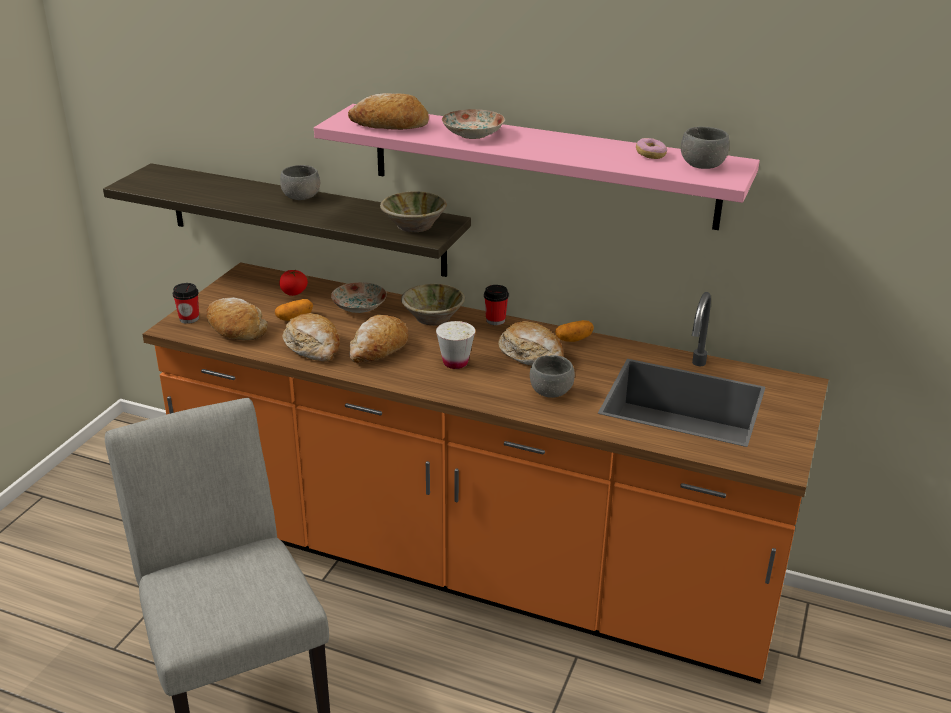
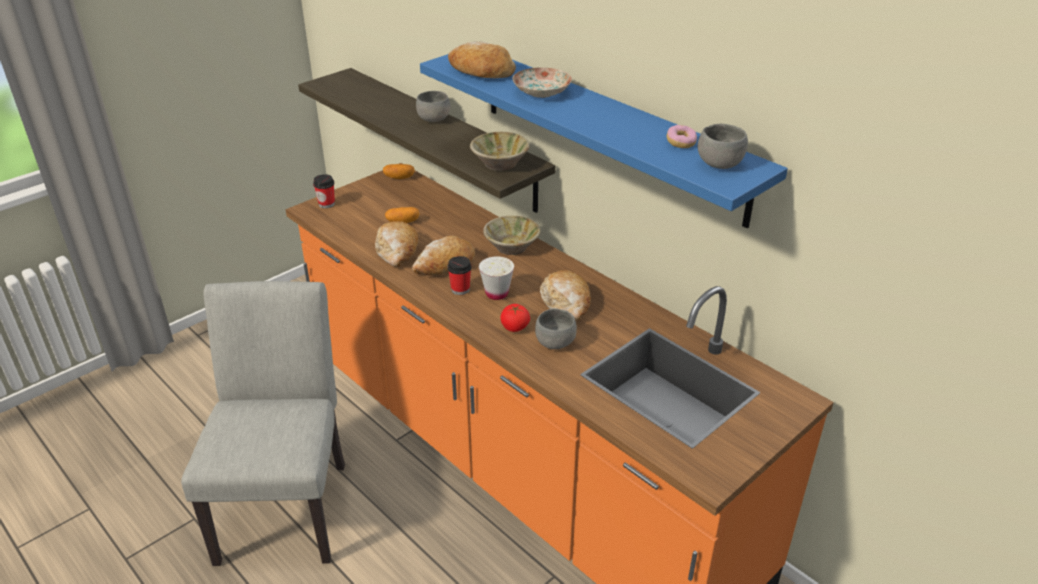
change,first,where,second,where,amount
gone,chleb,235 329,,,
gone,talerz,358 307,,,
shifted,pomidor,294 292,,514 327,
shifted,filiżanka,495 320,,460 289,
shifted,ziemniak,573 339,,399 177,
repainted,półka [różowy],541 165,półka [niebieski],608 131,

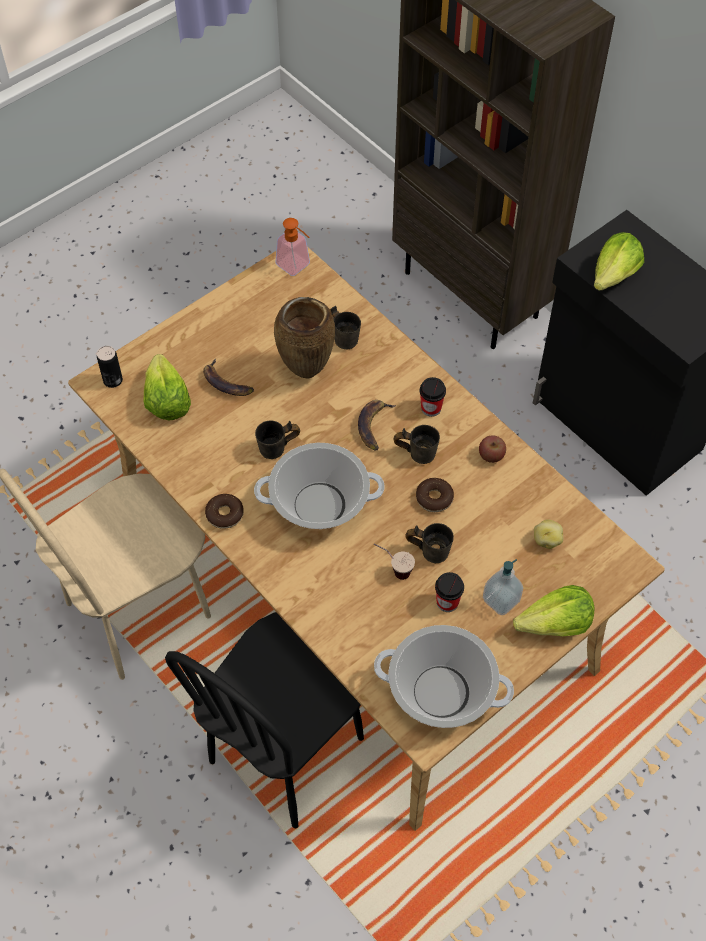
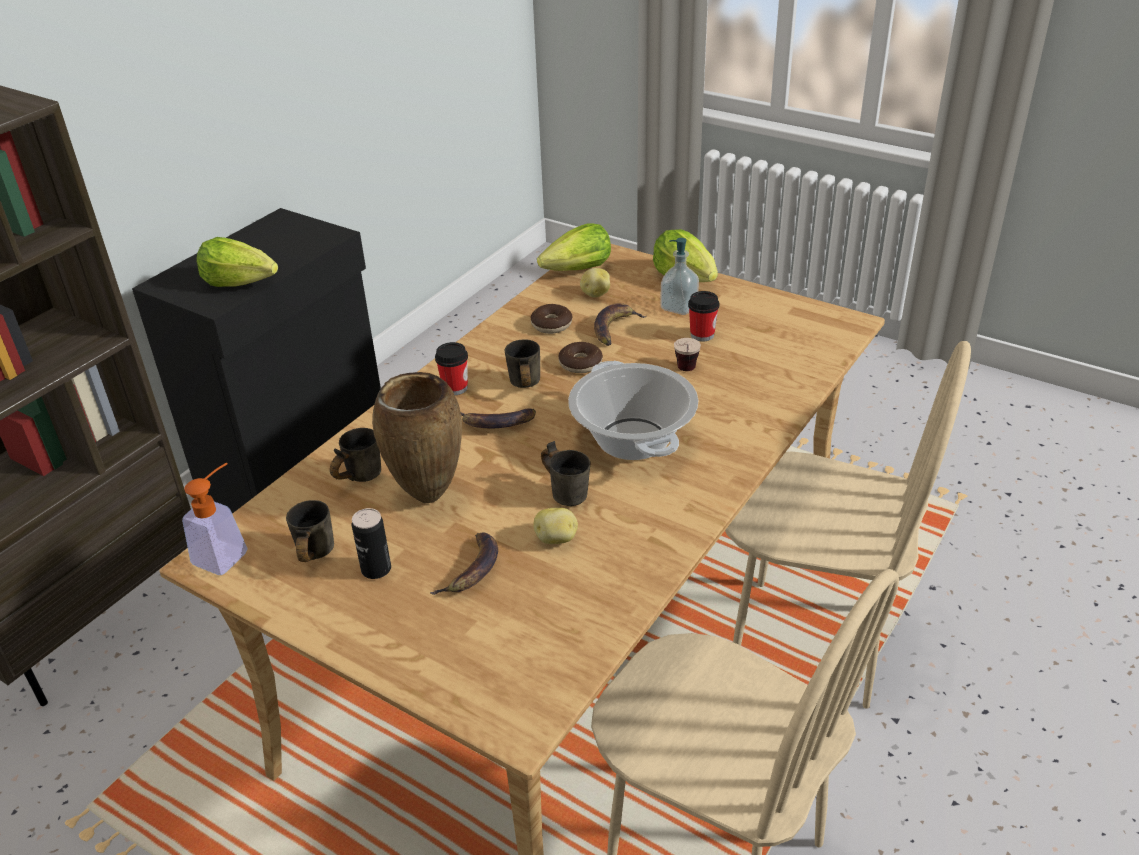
change,first,where,second,where,amount
gone,garnek,441 691,,,
gone,jabłko,491 455,,,
new,,,ziemniak,557 539,
new,,,banan,615 328,
shifted,puszka,113 380,,376 569,
shifted,sałata,166 400,,578 270,
shifted,donut,225 514,,551 325,
shifted,kubek [szary],430 548,,310 556,
repainted,krzesło [czarny],287 750,krzesło [beżowy],811 640,

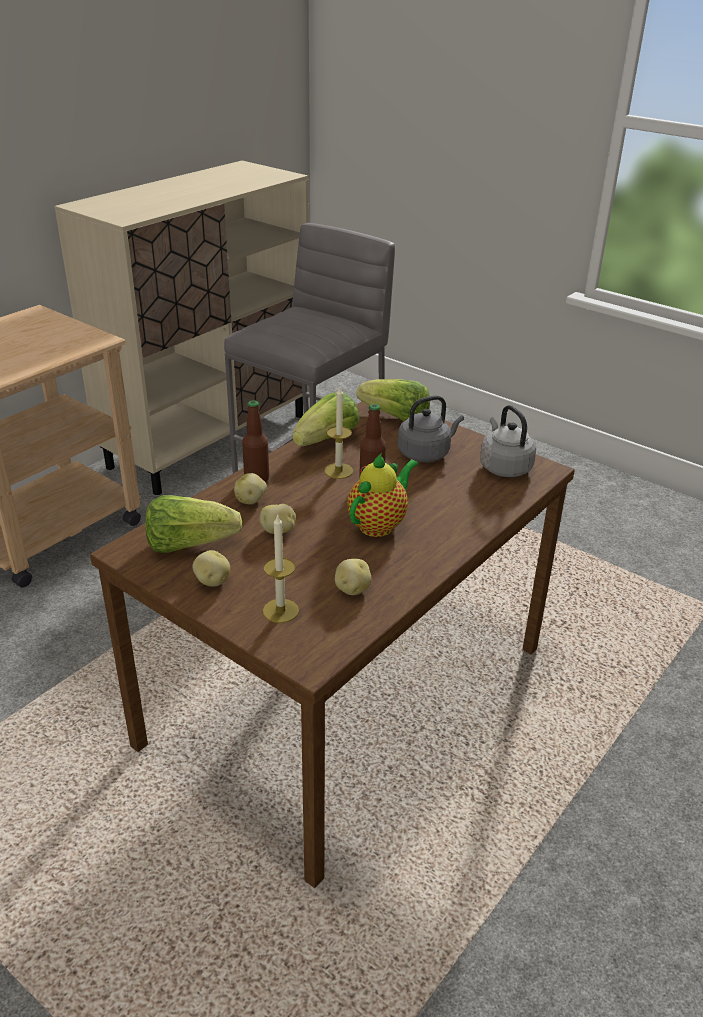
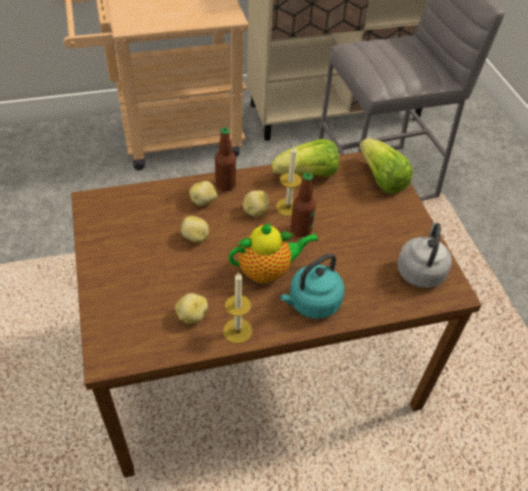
change,first,where,second,where,amount
gone,sałata,189 544,,,
gone,czajnik [szary],426 453,,,
new,,,czajnik [turkusowy],312 303,
shifted,ziemniak,212 581,,255 211,
shifted,świeca,280 611,,237 331,

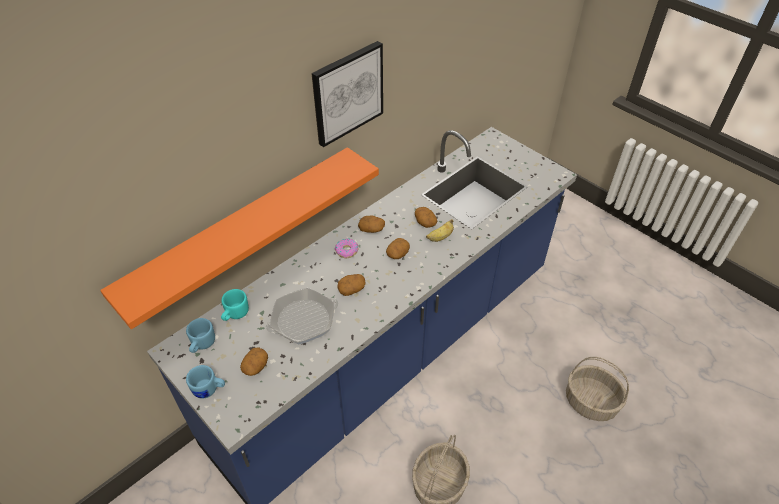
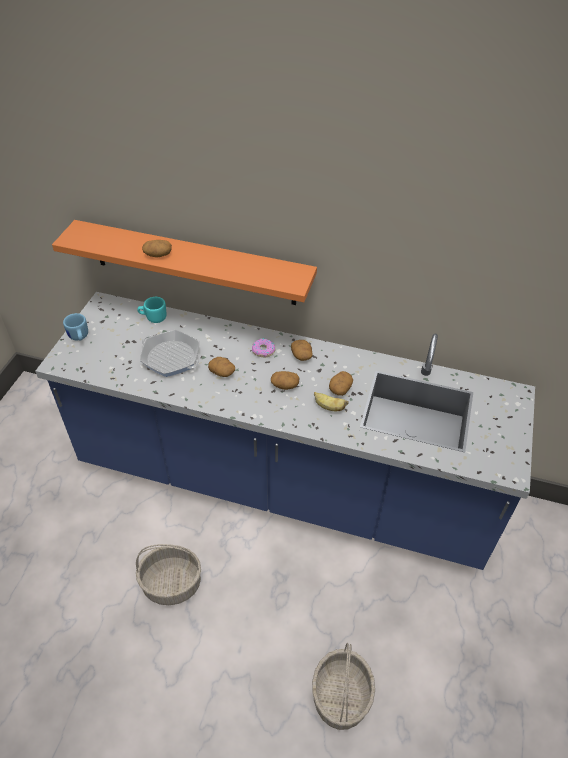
change,first,where,second,where,amount
gone,kubek [niebieski],201 344,,,
gone,obraz,347 93,,,
shifted,ziemniak,255 366,,158 255,

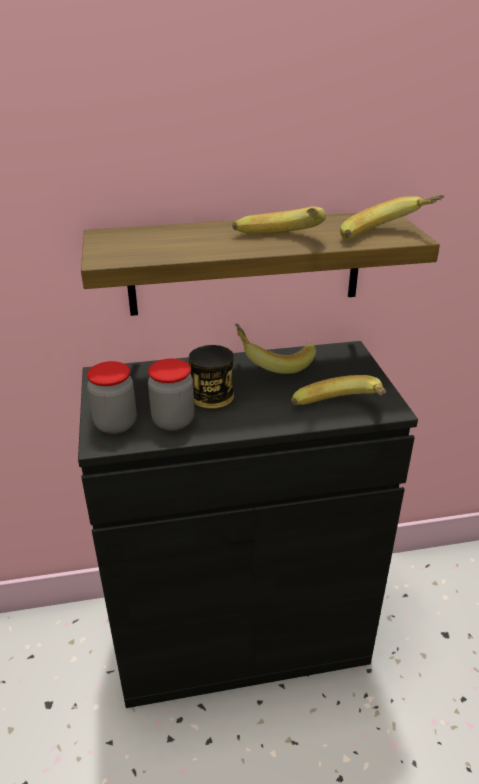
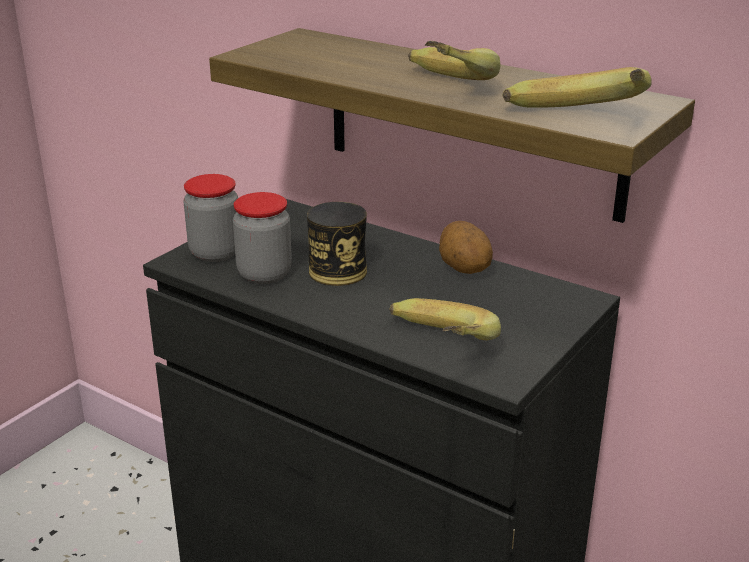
change,first,where,second,where,amount
swapped,banan,273 362,ziemniak,463 270,

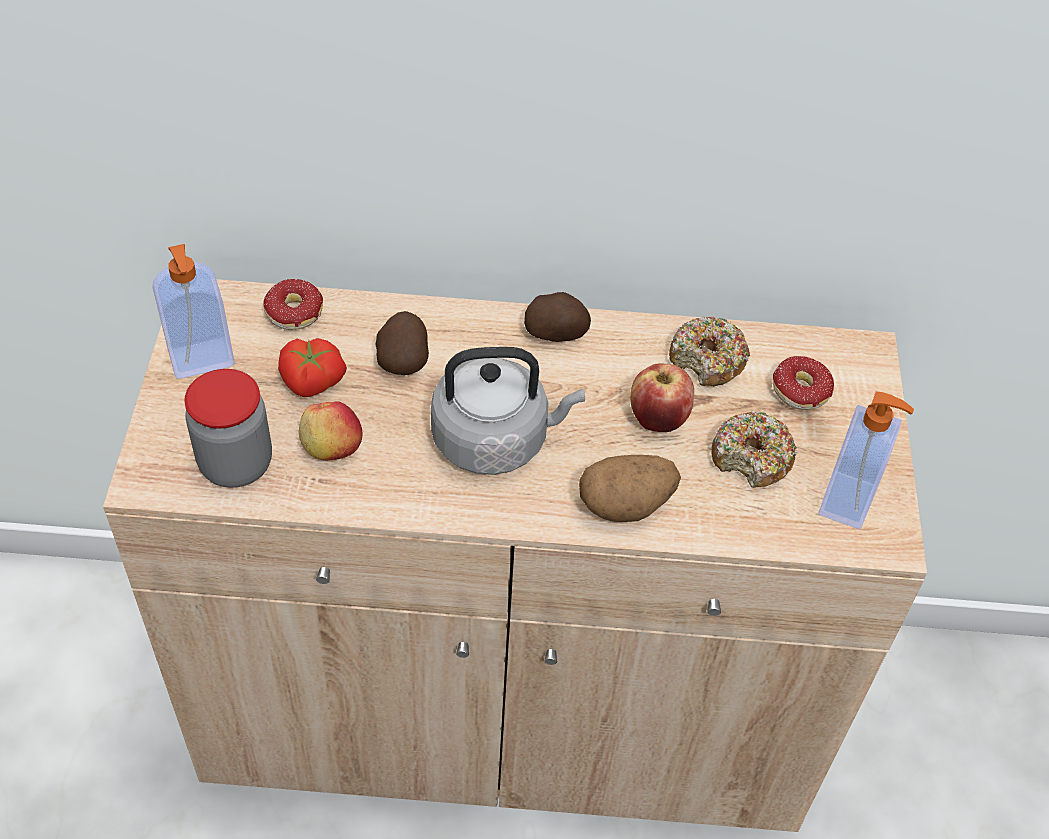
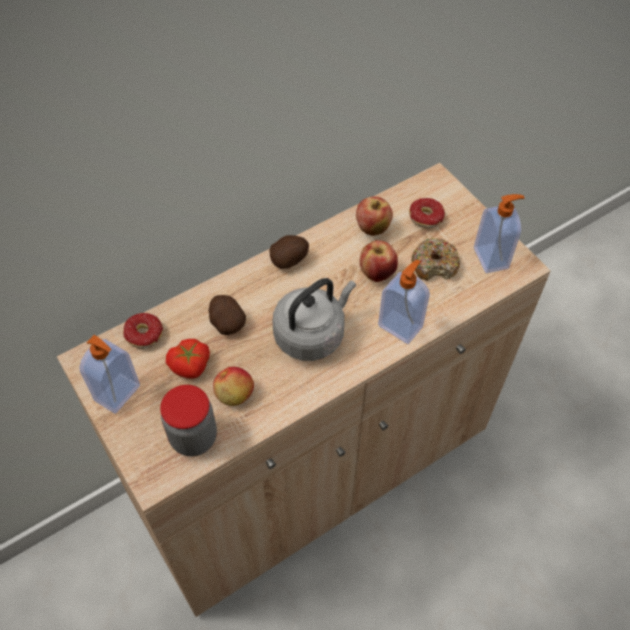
change,first,where,second,where,amount
swapped,ziemniak,626 504,dozownik mydła,401 325,
swapped,donut,707 360,jabłko,372 228,

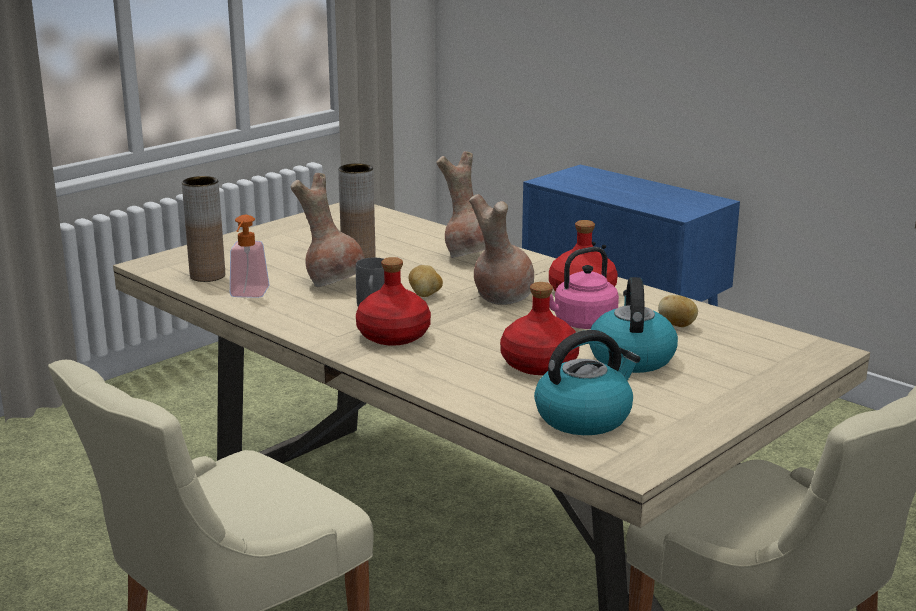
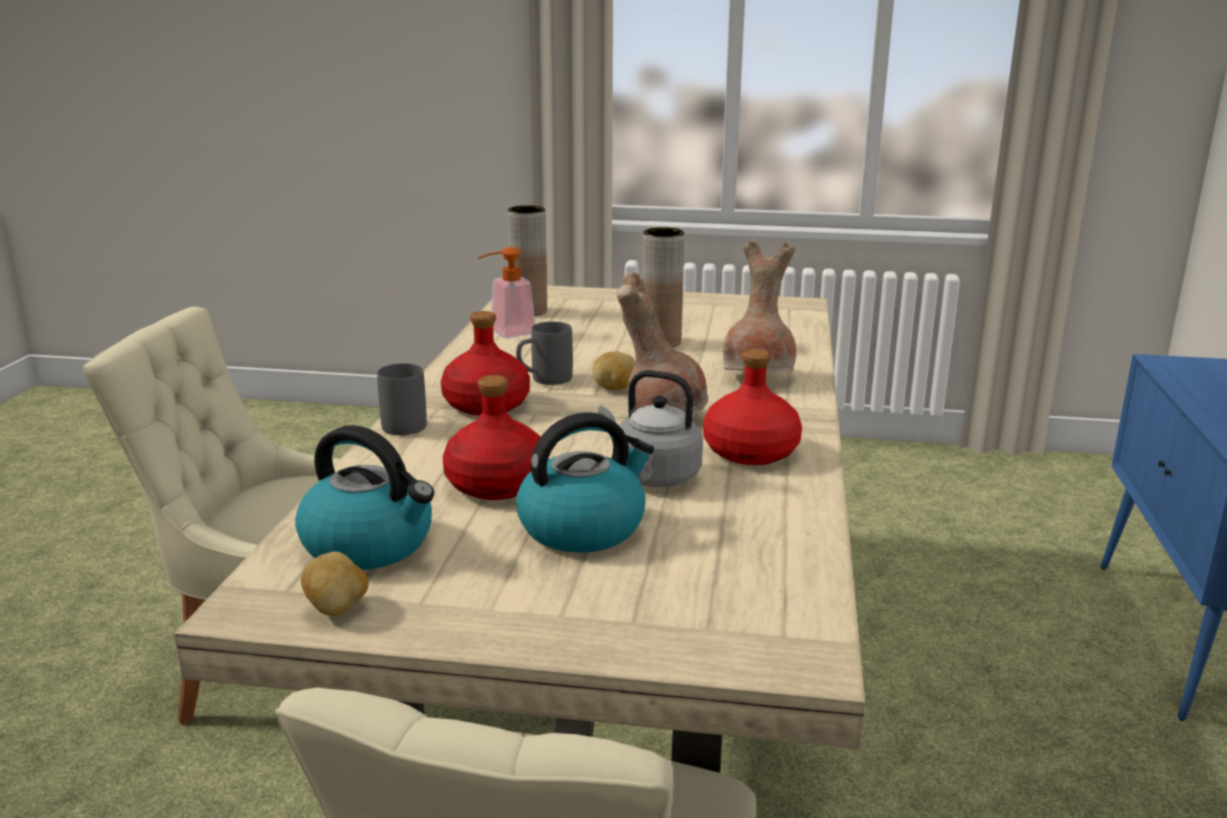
change,first,where,second,where,amount
gone,wazon [brązowy],334 283,,,
new,,,kubek [szary],401 423,
shifted,ziemniak,677 325,,337 608,
repainted,czajnik [różowy],581 323,czajnik [szary],651 475,

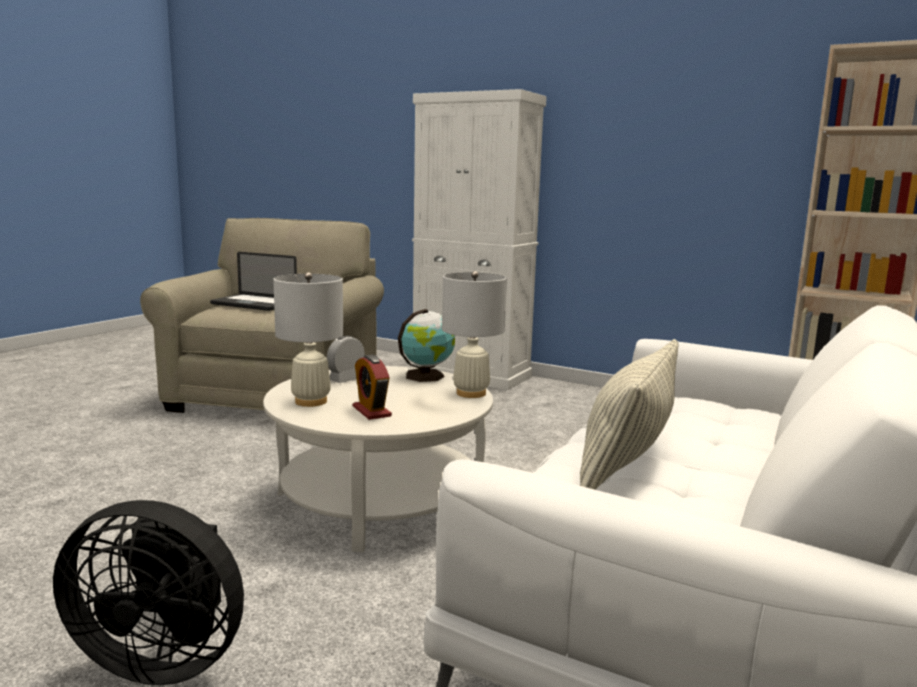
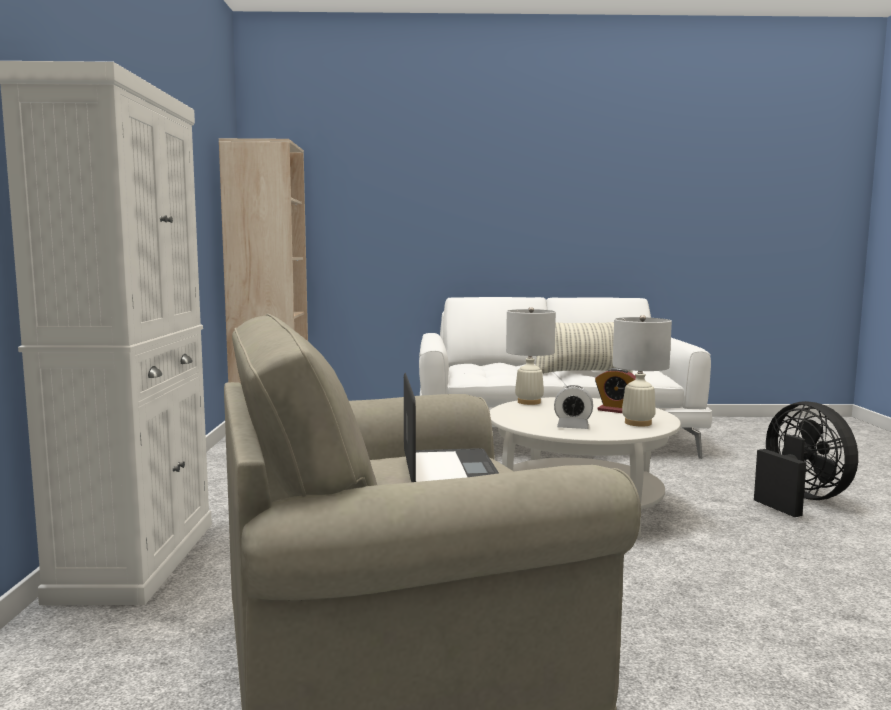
change,first,where,second,where,amount
gone,globus,426 376,,,
rotated,budzik,371 411,,616 410,90 degrees clockwise

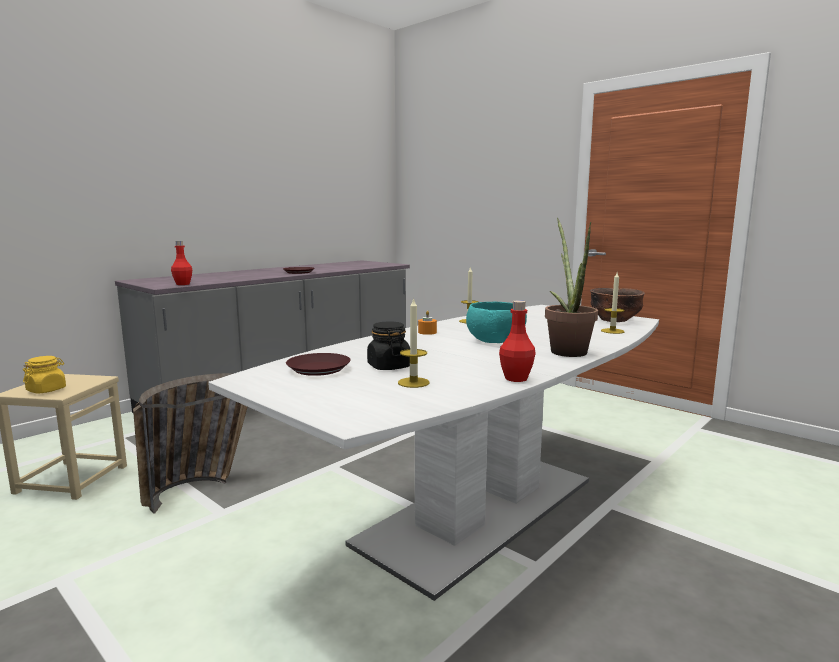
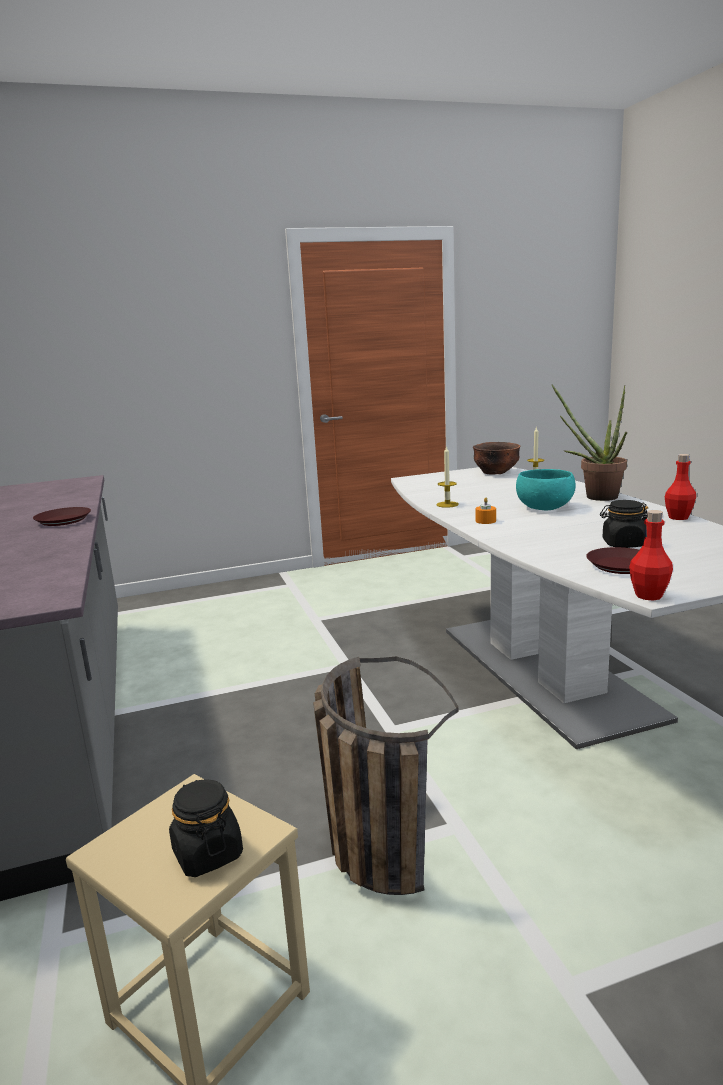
change,first,where,second,where,amount
gone,świeca,413 382,,,
shifted,butelka [czerwony],183 284,,648 596,
repainted,słoik [żółty],46 390,słoik [czarny],207 853,

